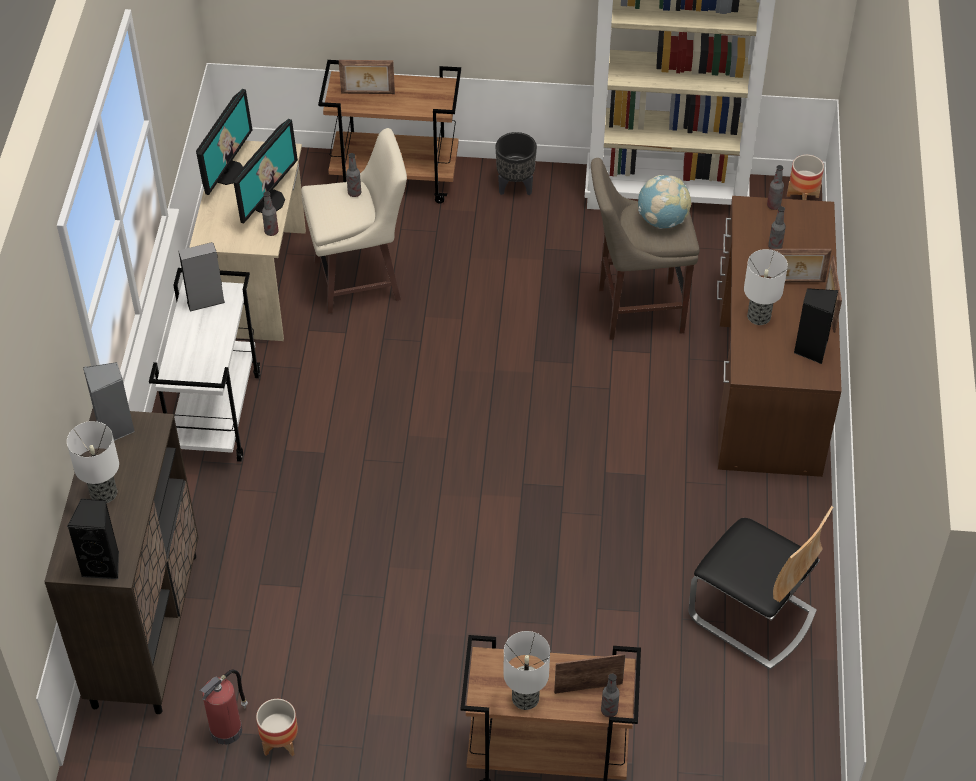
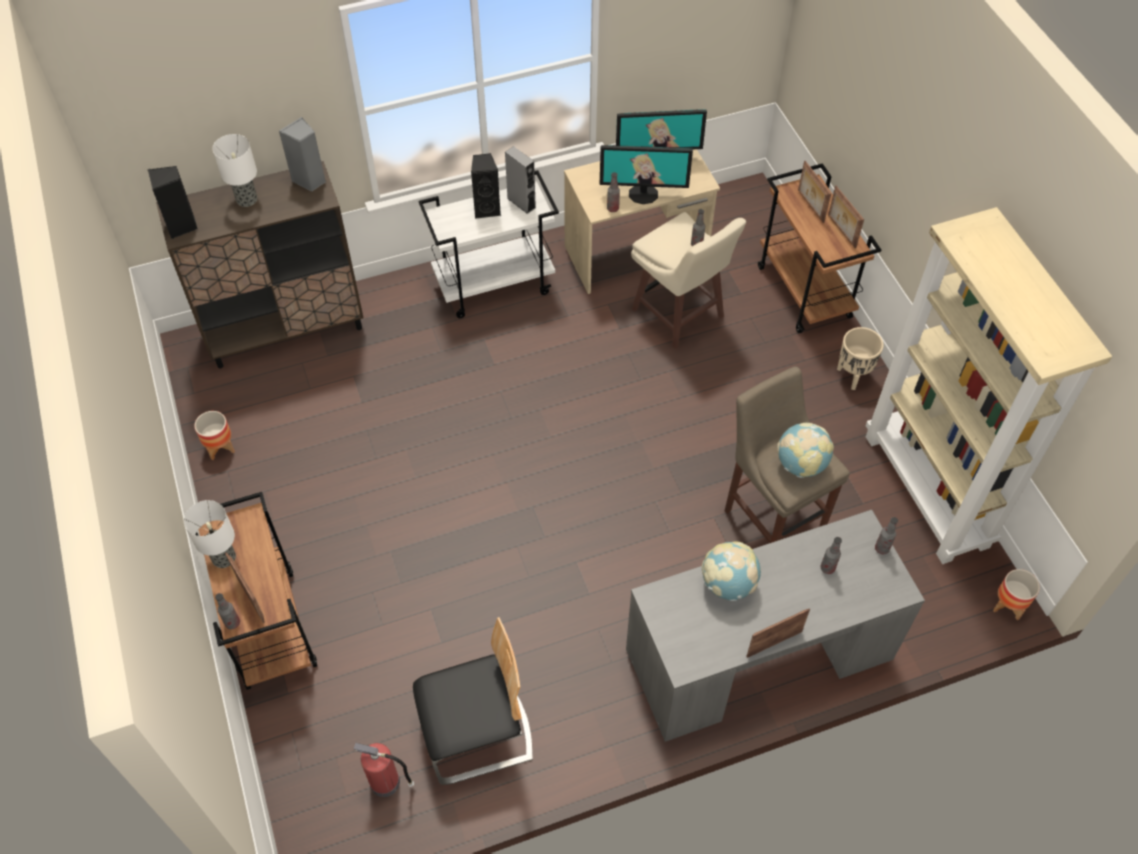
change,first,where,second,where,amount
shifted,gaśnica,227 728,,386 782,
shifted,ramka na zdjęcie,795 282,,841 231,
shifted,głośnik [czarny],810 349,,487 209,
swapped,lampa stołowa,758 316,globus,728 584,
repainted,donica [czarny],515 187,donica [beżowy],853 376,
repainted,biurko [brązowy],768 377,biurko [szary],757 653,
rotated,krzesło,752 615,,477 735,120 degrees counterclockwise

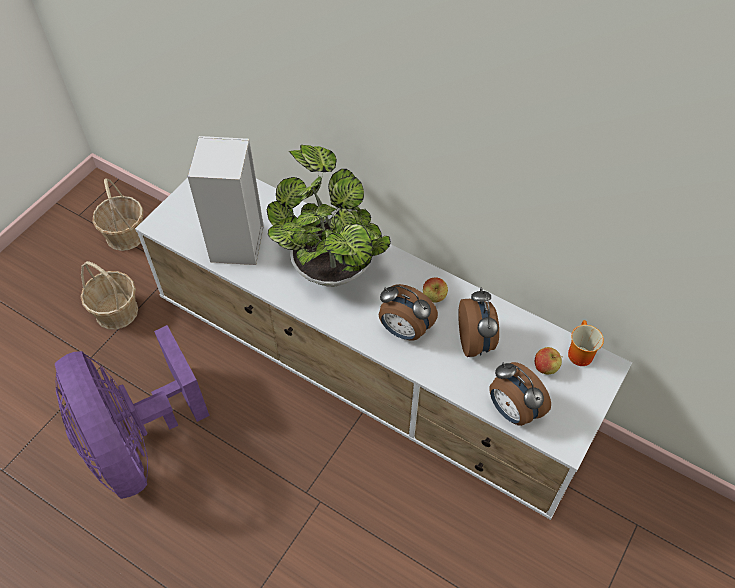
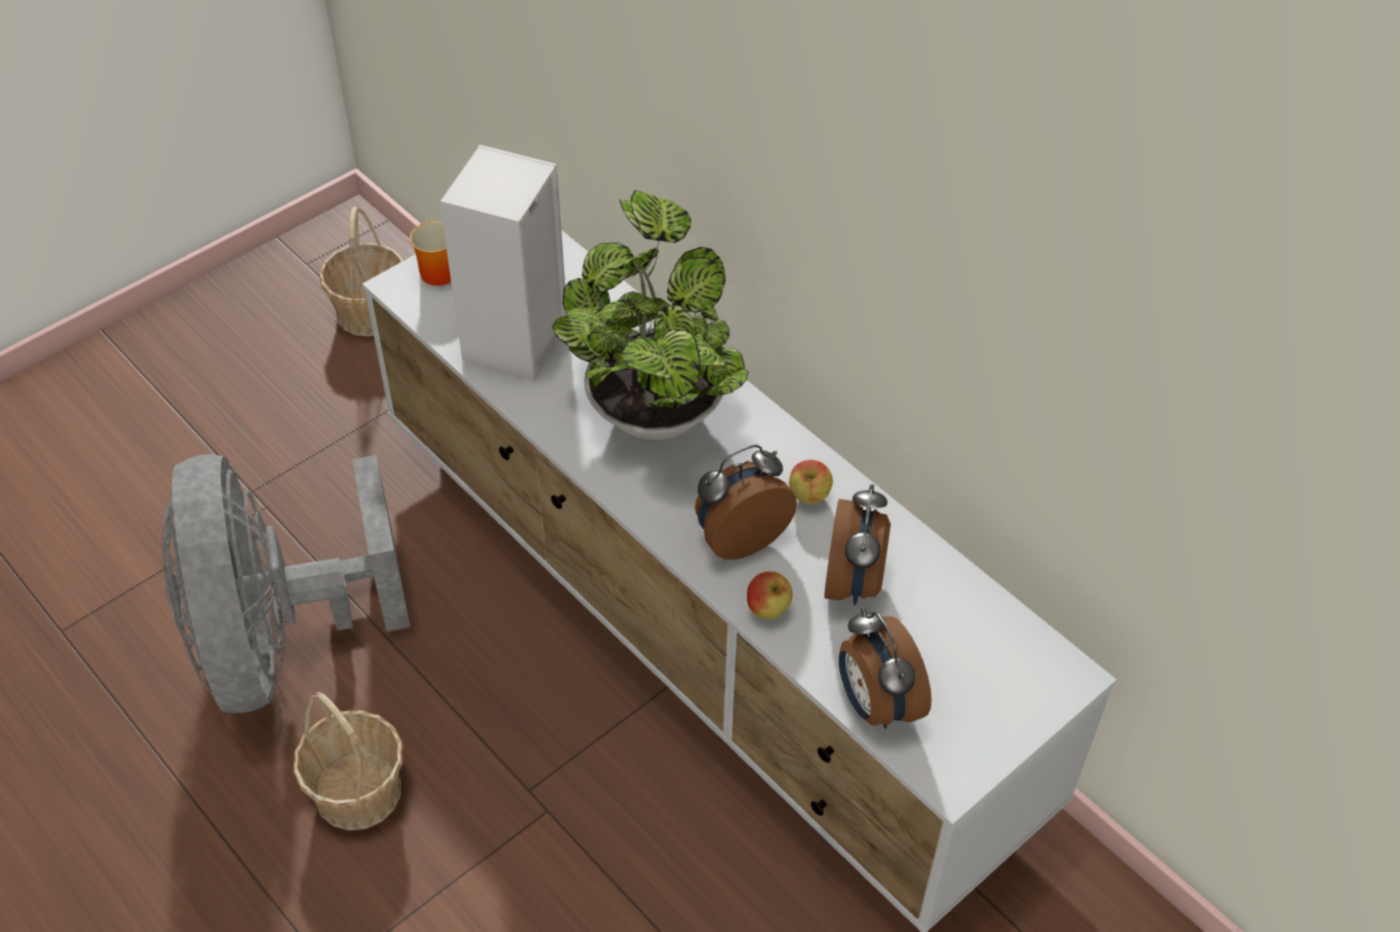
change,first,where,second,where,amount
shifted,koszyk,116 311,,358 790,
shifted,jabłko,545 368,,768 610,
shifted,kubek,578 352,,438 269,
repainted,wentylator [fioletowy],137 442,wentylator [szary],282 641,
rotated,budzik,404 330,,739 536,105 degrees clockwise

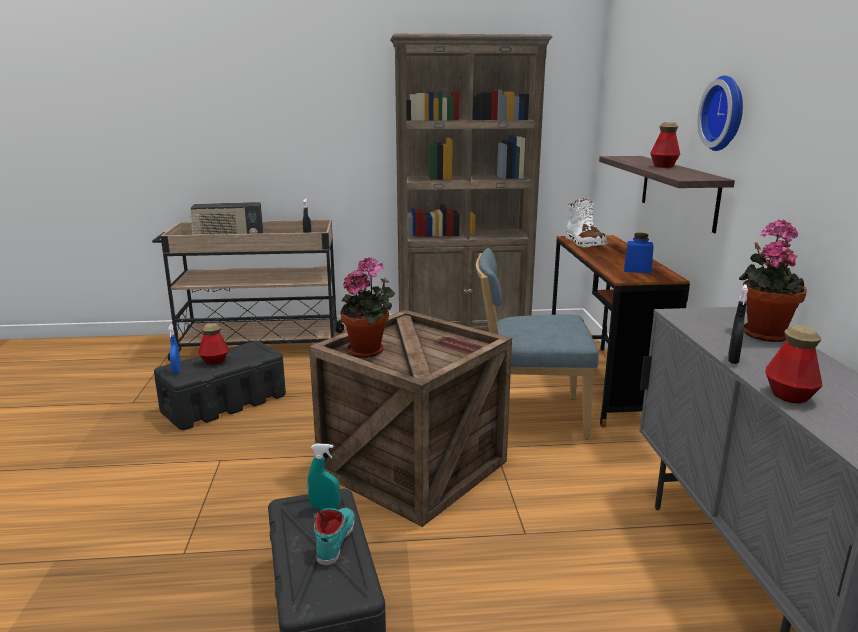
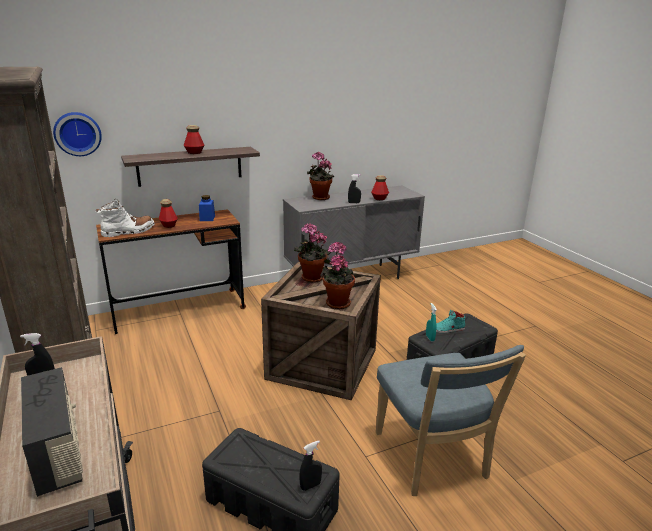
change,first,where,second,where,amount
new,,,roślina doniczkowa,311 278,
shifted,butelka,214 361,,169 225,
shifted,krzesło [niebieski],528 416,,432 459,
shifted,zegar ścienny,726 113,,77 133,
repainted,spryskiwacz [niebieski],176 371,spryskiwacz [czarny],310 486,

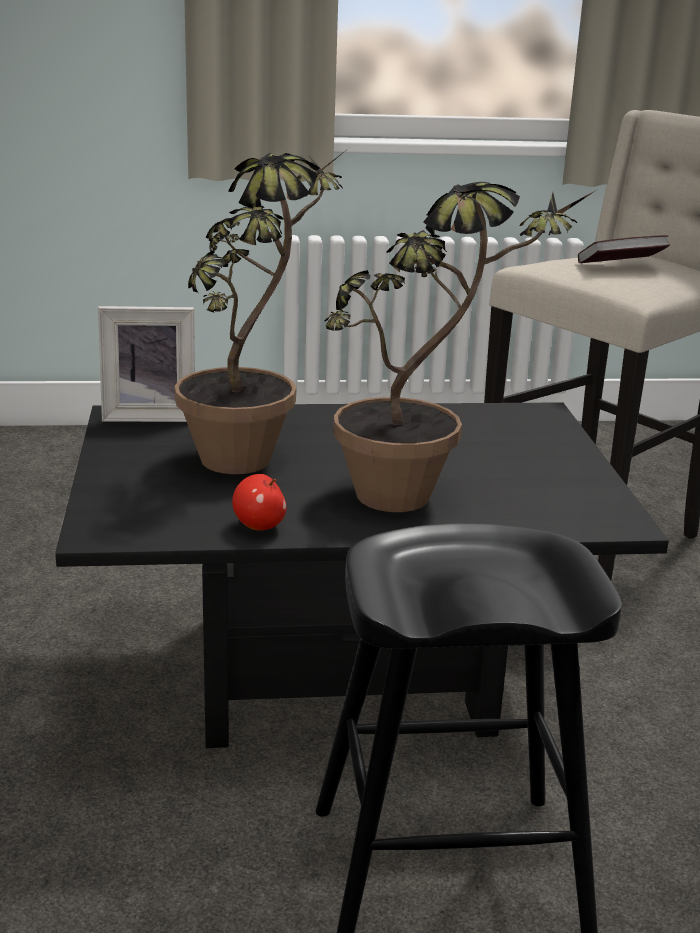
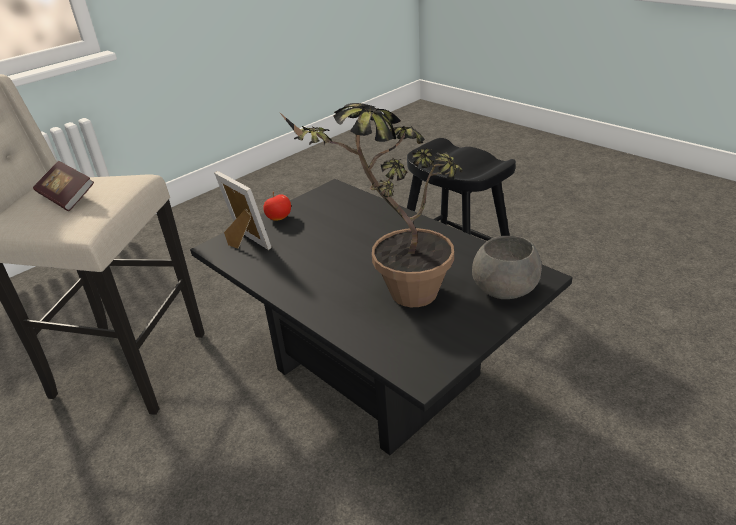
change,first,where,second,where,amount
gone,roślina doniczkowa,421 495,,,
new,,,miska [szary],506 288,
shifted,ramka na zdjęcie,150 415,,244 243,
shifted,jabłko,259 526,,279 218,

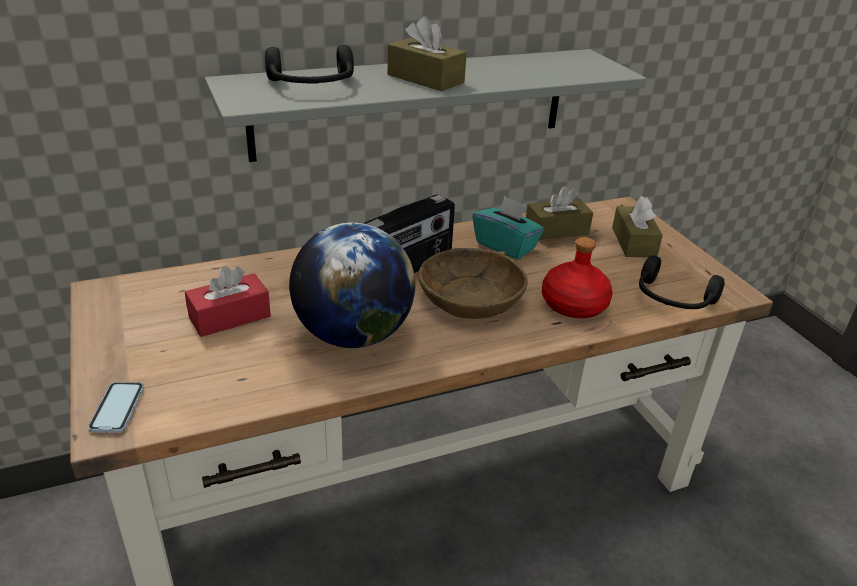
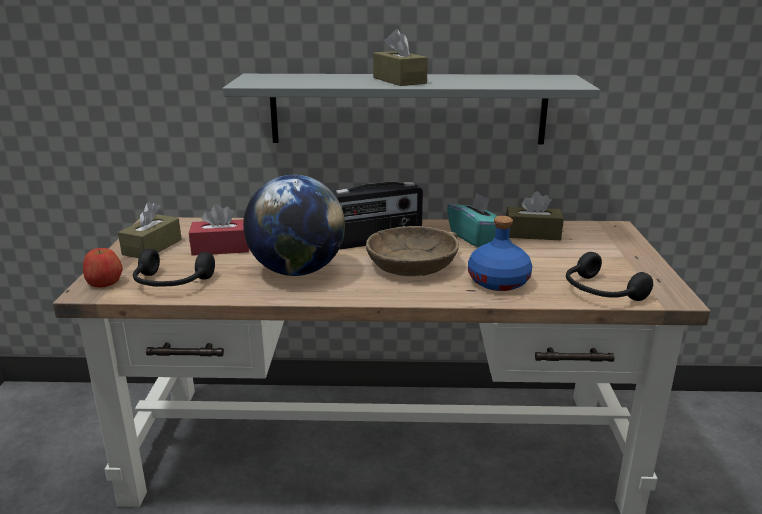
change,first,where,second,where,amount
shifted,słuchawki [czarny],312 85,,171 283,
shifted,pudełko chusteczek [brązowy],633 242,,152 247,
swapped,telefon,117 409,jabłko,104 282,
repainted,butelka [czerwony],574 304,butelka [niebieski],499 281,

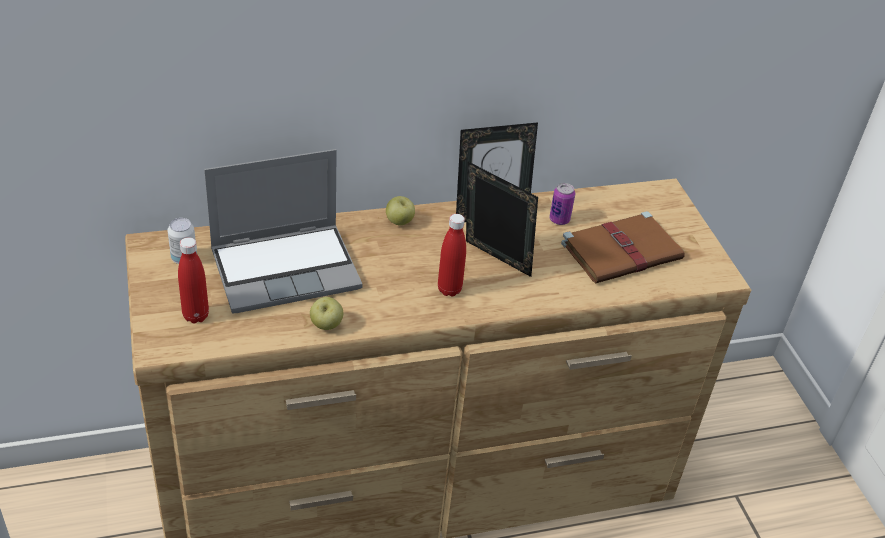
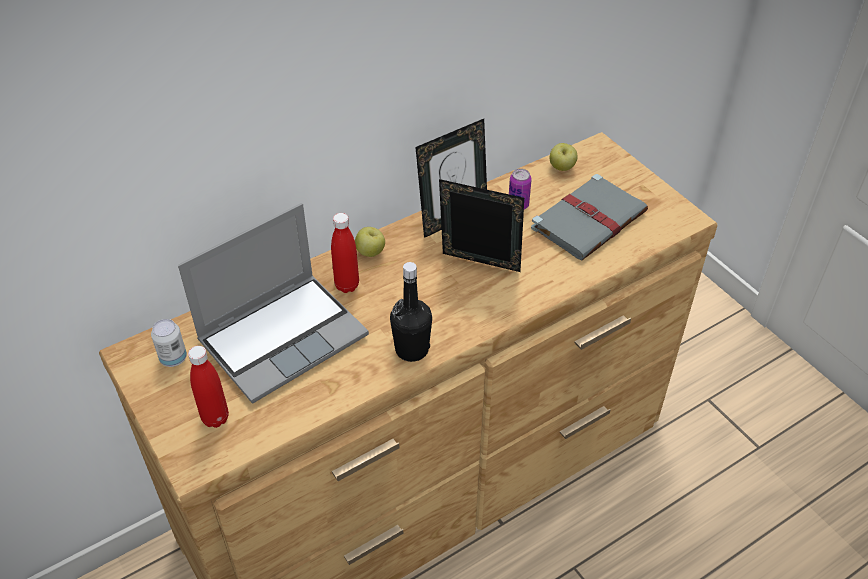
change,first,where,second,where,amount
new,,,butelka [czarny],412 349,
shifted,jabłko,326 325,,562 168,
shifted,butelka [czerwony],449 289,,347 285,
repainted,książka [brązowy],623 251,książka [szary],590 219,

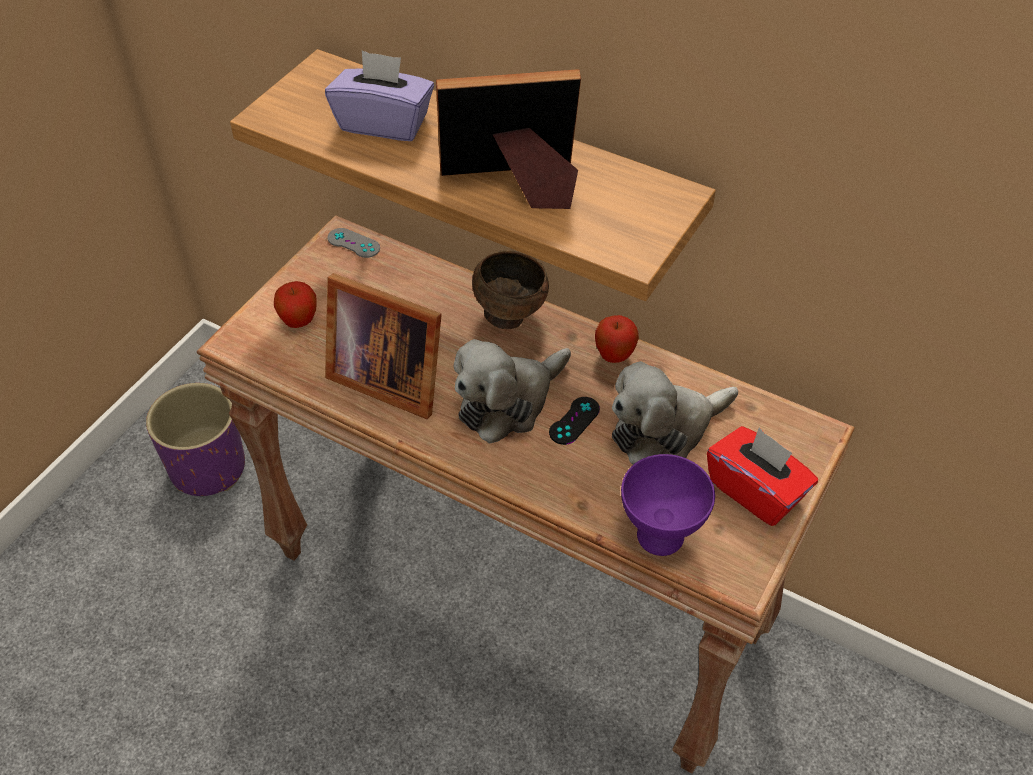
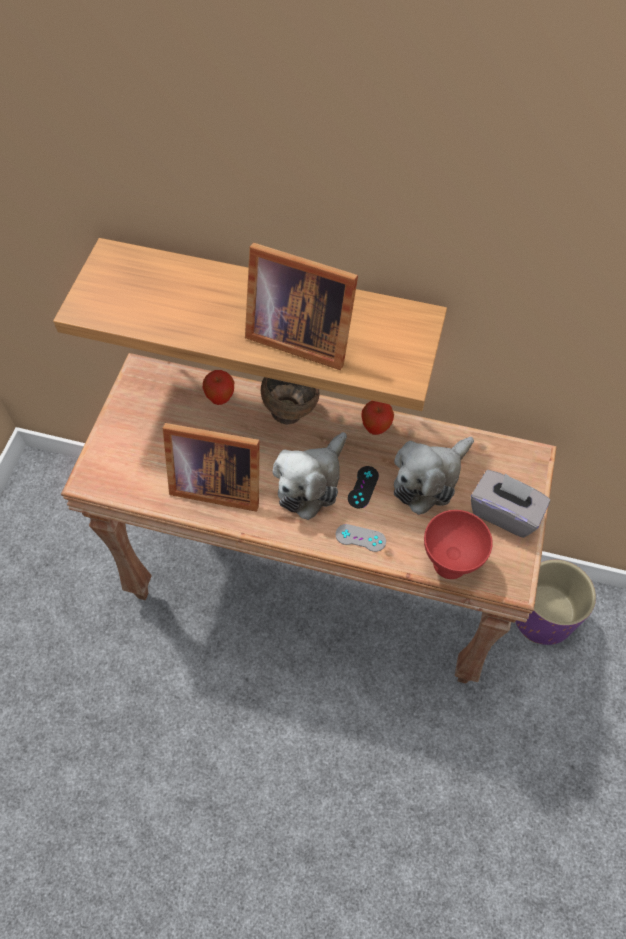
change,first,where,second,where,amount
gone,pudełko chusteczek [fioletowy],384 123,,,
shifted,donica [fioletowy],209 467,,543 616,
shifted,jabłko,299 322,,220 398,
shifted,pad do gier [szary],353 243,,360 538,
repainted,miska [fioletowy],660 537,miska [czerwony],450 565,
repainted,pudełko chusteczek [czerwony],756 491,pudełko chusteczek [szary],504 512,
rotated,ramka na zdjęcie,514 185,,298 334,135 degrees counterclockwise

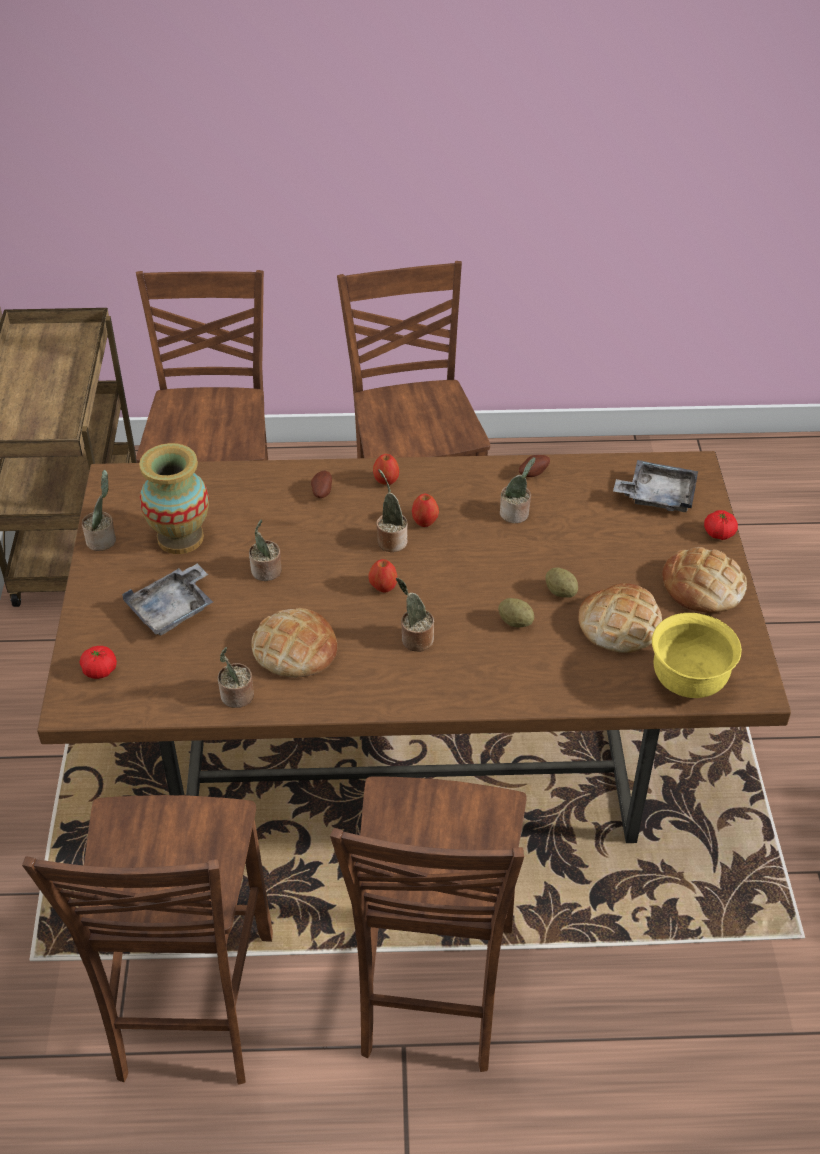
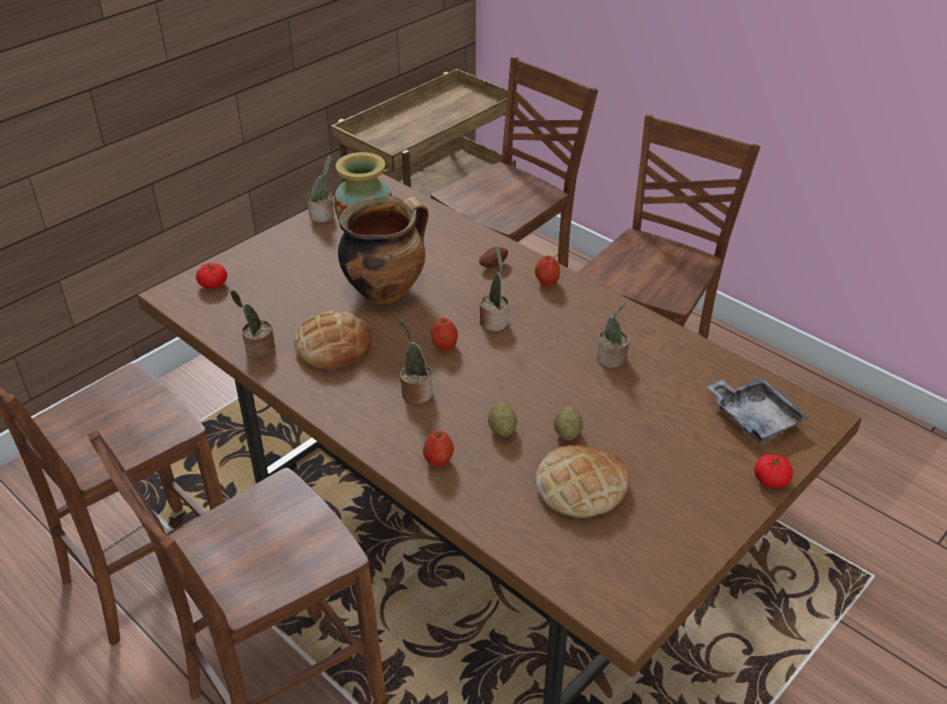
change,first,where,second,where,amount
gone,taca [szary],173 609,,,
gone,ziemniak,533 472,,,
gone,miska [żółty],688 681,,,
gone,chleb,703 586,,,
shifted,jabłko,424 521,,438 461,
swapped,roślina doniczkowa,266 572,garnek,386 290,

